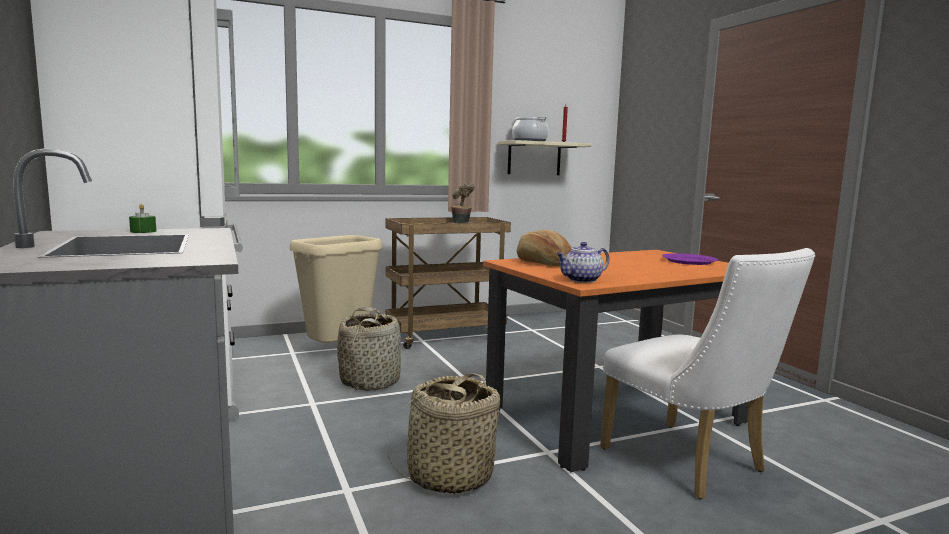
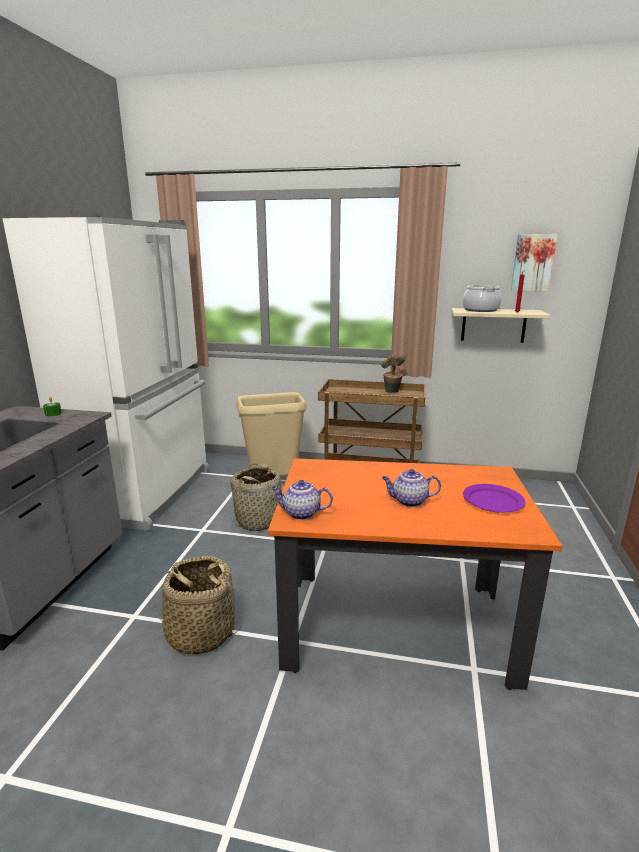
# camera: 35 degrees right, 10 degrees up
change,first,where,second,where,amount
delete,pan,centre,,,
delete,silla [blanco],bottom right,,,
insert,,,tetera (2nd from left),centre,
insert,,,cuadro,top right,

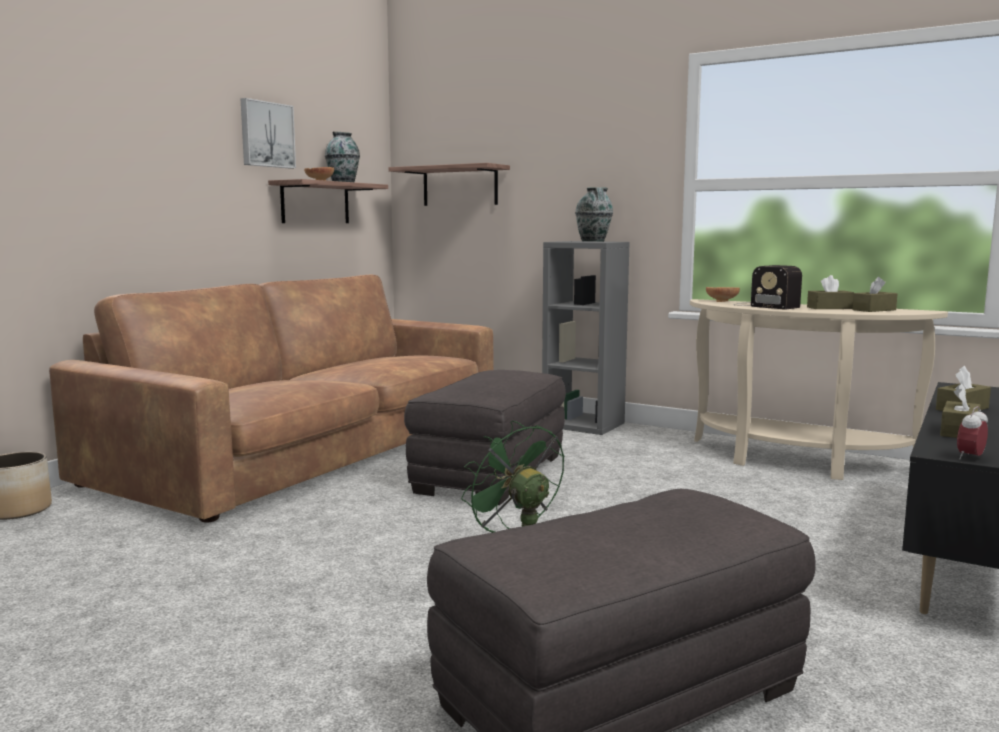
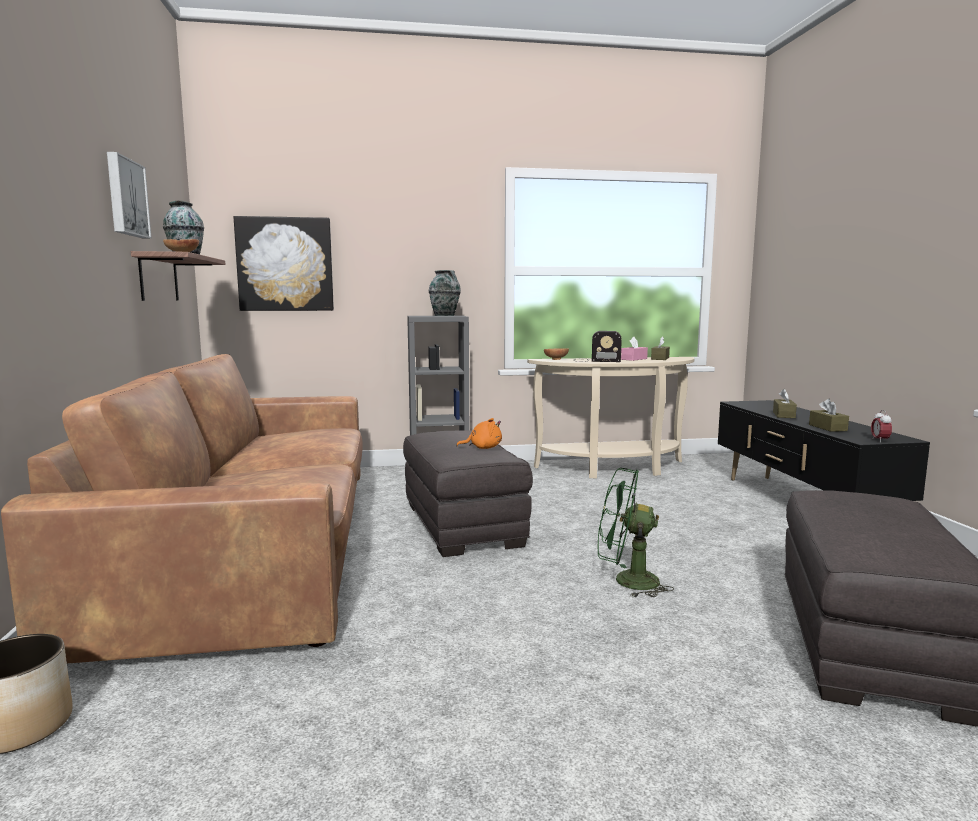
# camera: 40 degrees left, 0 degrees up
change,first,where,second,where,amount
insert,,,peluche [naranja],centre,
replace,estante (2nd from left),top centre,cuadro (2nd from left),top left,
recolor,caja de pañuelos [marrón] (1st from left),middle right,caja de pañuelos [rosa],centre,

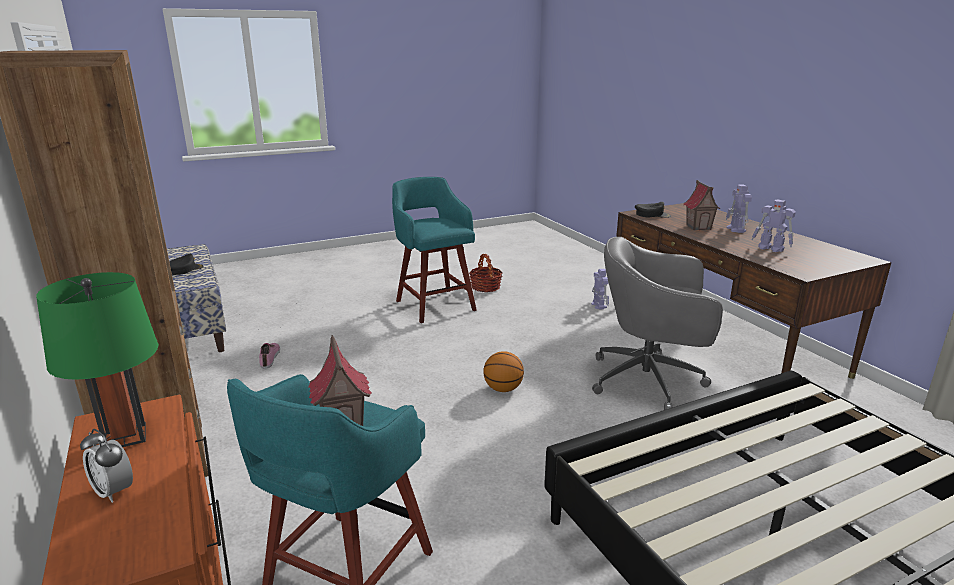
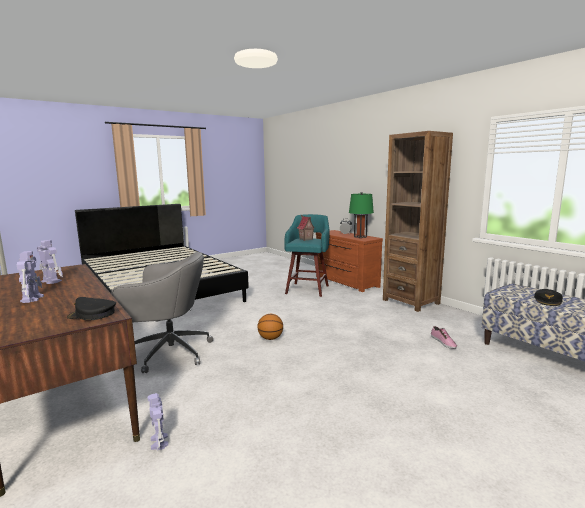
# camera: 170 degrees right, 10 degrees down
change,first,where,second,where,amount
delete,taburete [turquesa] (2nd from left),centre,,,
delete,cesta,centre,,,
delete,casita (2nd from left),middle right,,,

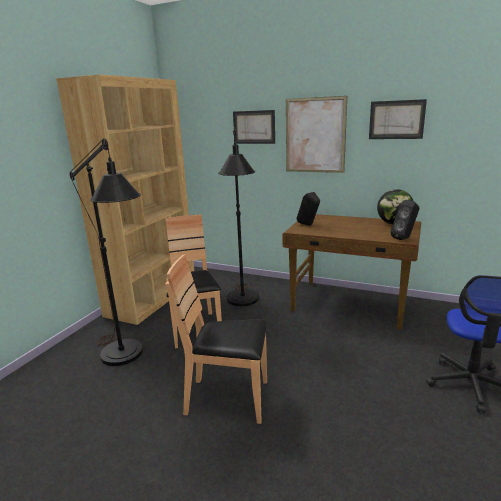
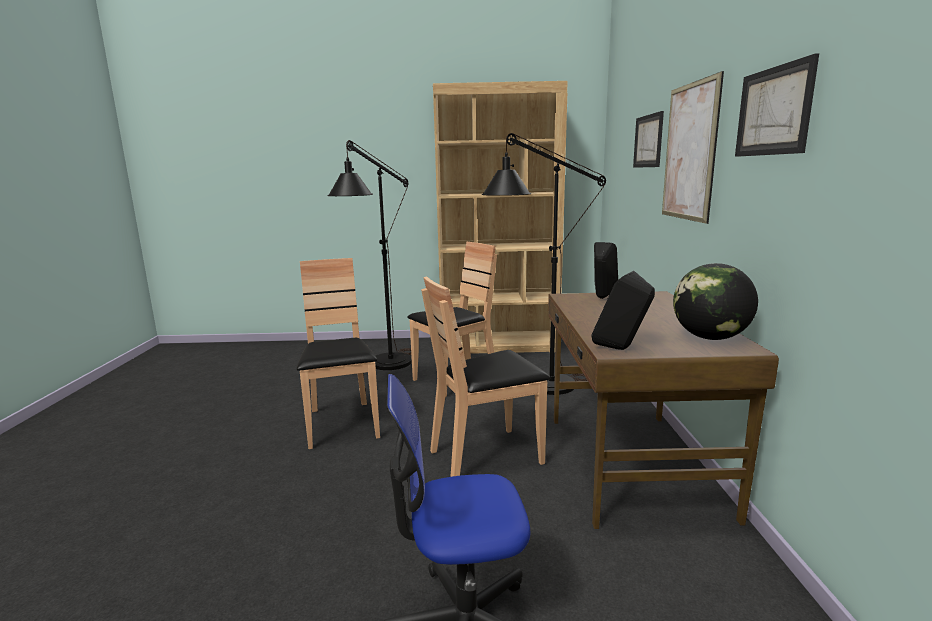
# camera: 65 degrees right, 5 degrees down
change,first,where,second,where,amount
insert,,,silla [marrón] (3rd from left),centre,

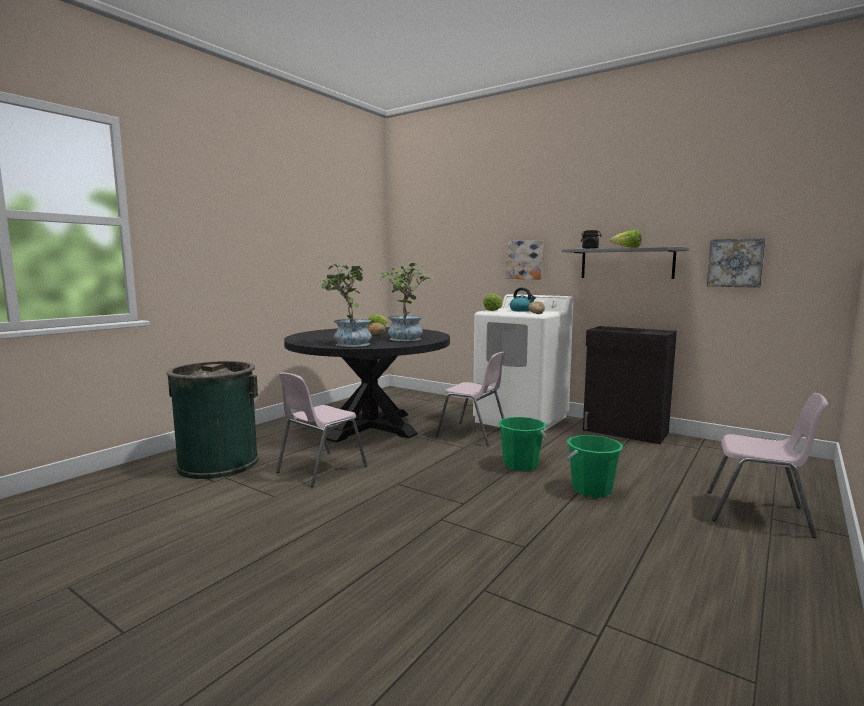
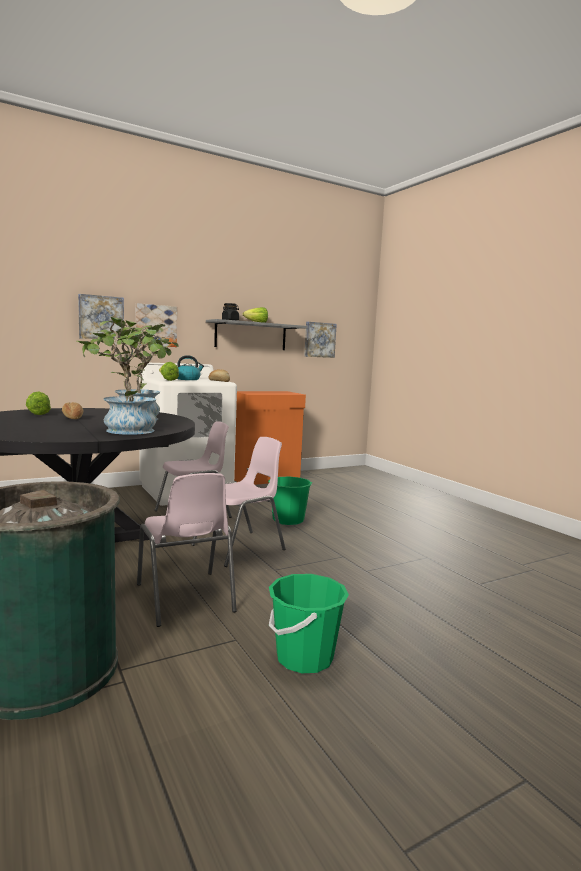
# camera: 65 degrees left, 0 degrees up
change,first,where,second,where,amount
insert,,,cuadro (1st from left),middle left,
move,cubo [verde] (2nd from left),middle right,,bottom centre,
move,silla [rosa] (3rd from left),middle right,,centre,
recolor,armario [negro],middle right,armario [naranja],centre,

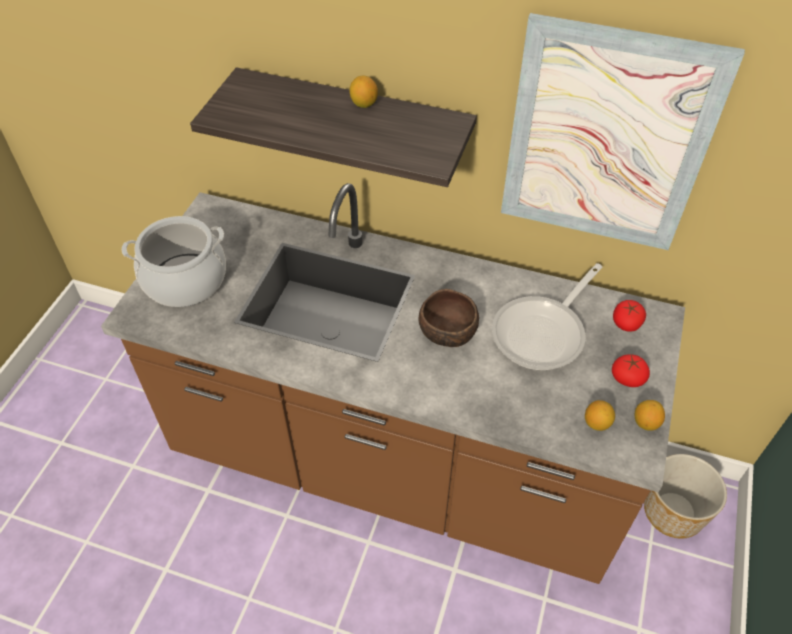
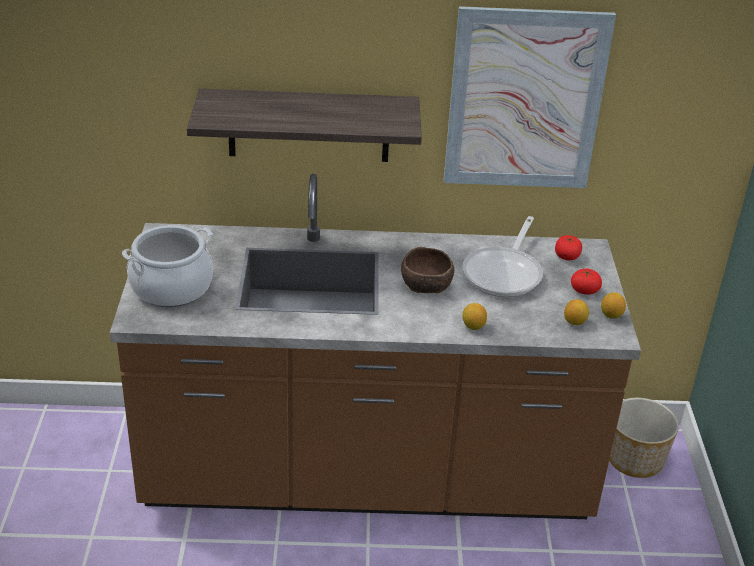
# camera: 20 degrees left, 15 degrees down
change,first,where,second,where,amount
move,limón (1st from left),top centre,,centre,

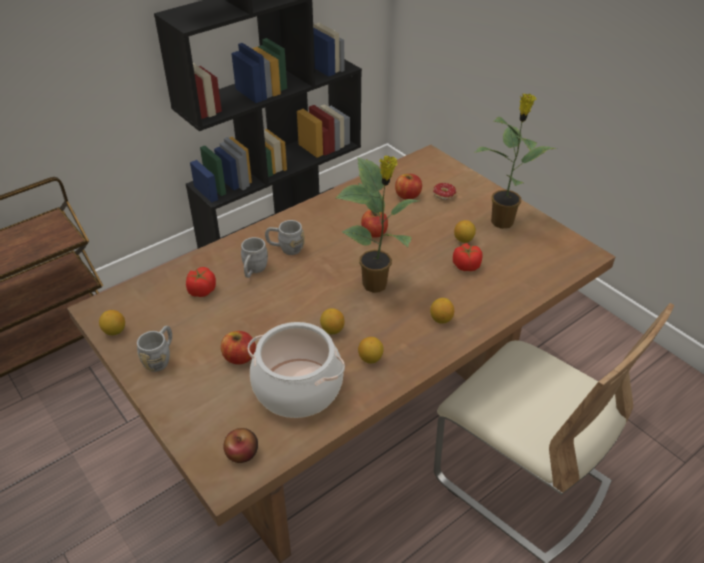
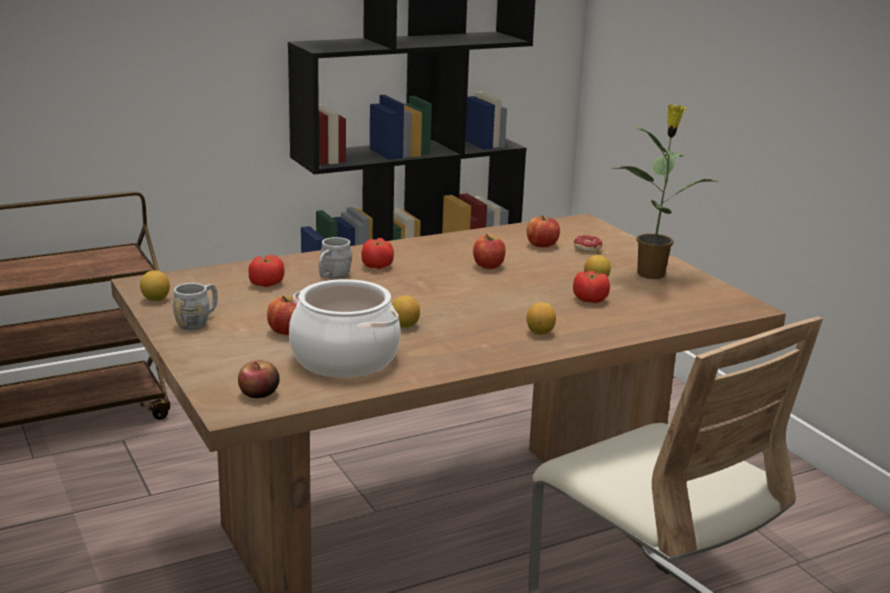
# camera: 10 degrees right, 20 degrees down
change,first,where,second,where,amount
delete,planta en maceta (1st from left),centre,,,
delete,limón (3rd from left),centre,,,
replace,taza grande [gris] (3rd from left),centre,tomate (2nd from left),centre,

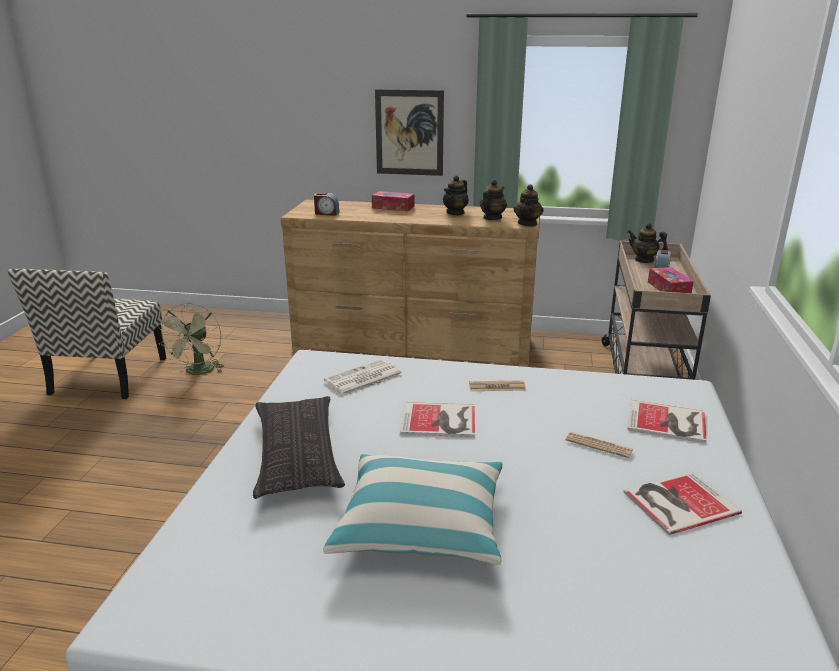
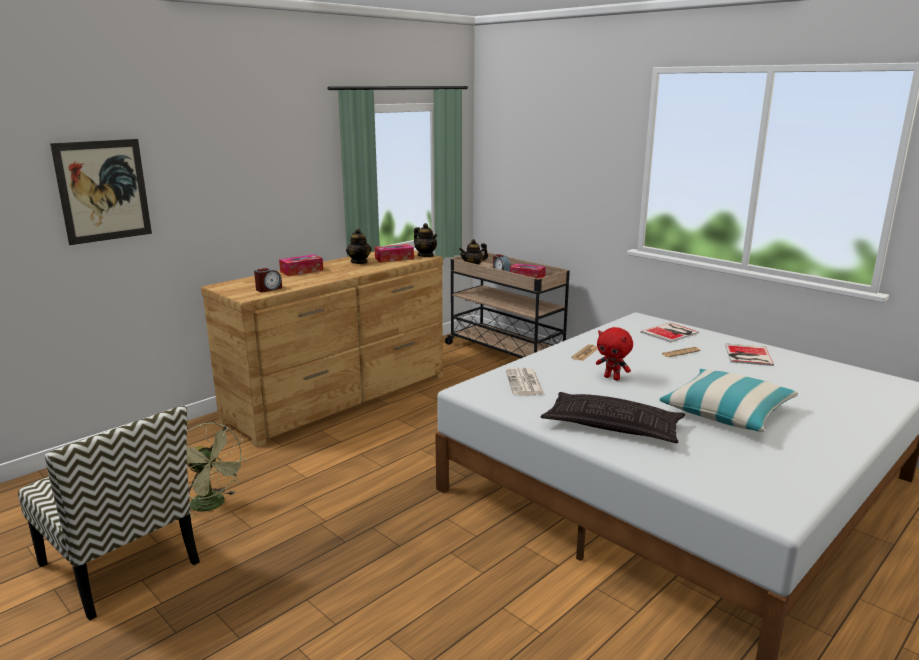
# camera: 55 degrees left, 5 degrees down
change,first,where,second,where,amount
move,cuadro,top centre,,top left,
replace,libro (1st from left),centre,peluche [rojo],middle right,
replace,tetera (2nd from left),top centre,caja de pañuelos (2nd from left),centre,

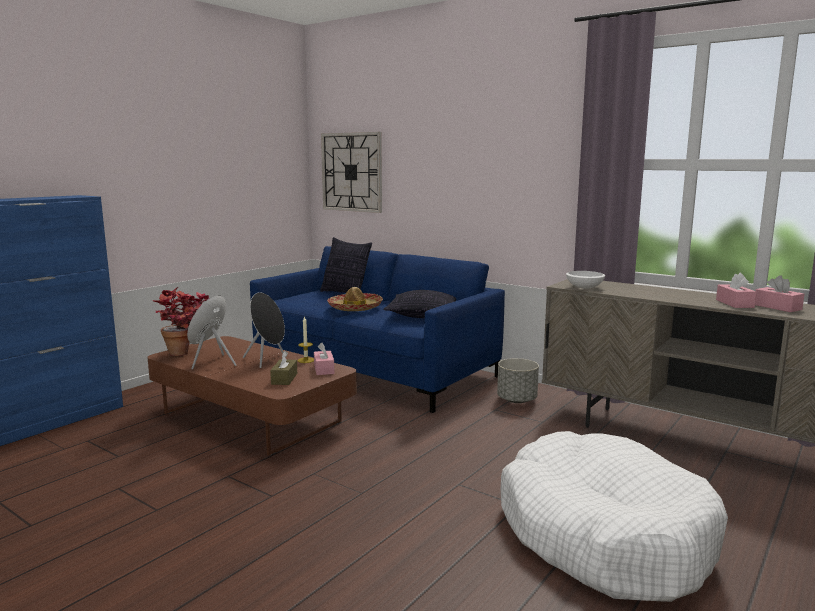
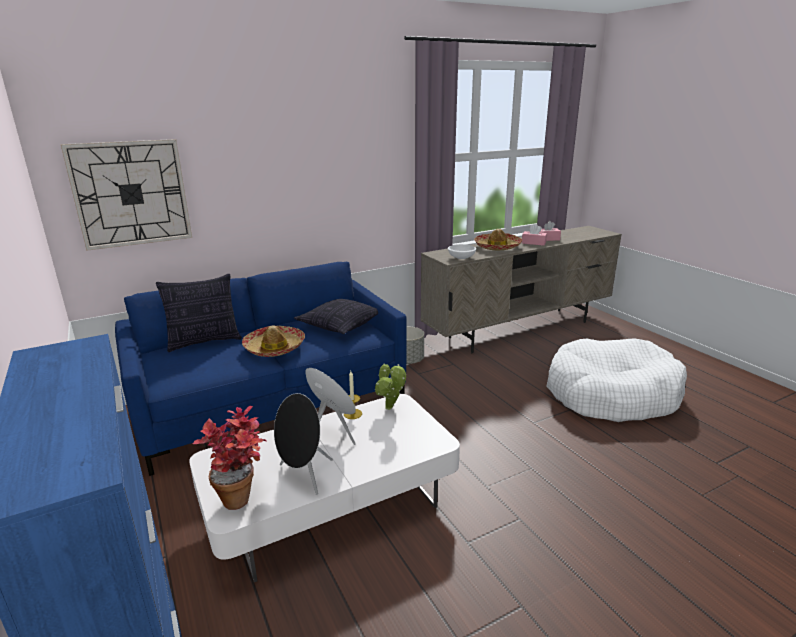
# camera: 65 degrees left, 10 degrees up
change,first,where,second,where,amount
delete,caja de pañuelos [marrón],centre,,,
insert,,,sombrero (2nd from left),centre,
replace,caja de pañuelos [rosa] (1st from left),centre,planta en maceta (2nd from left),centre,
recolor,mesa de centro [marrón],middle left,mesa de centro [blanco],bottom centre,

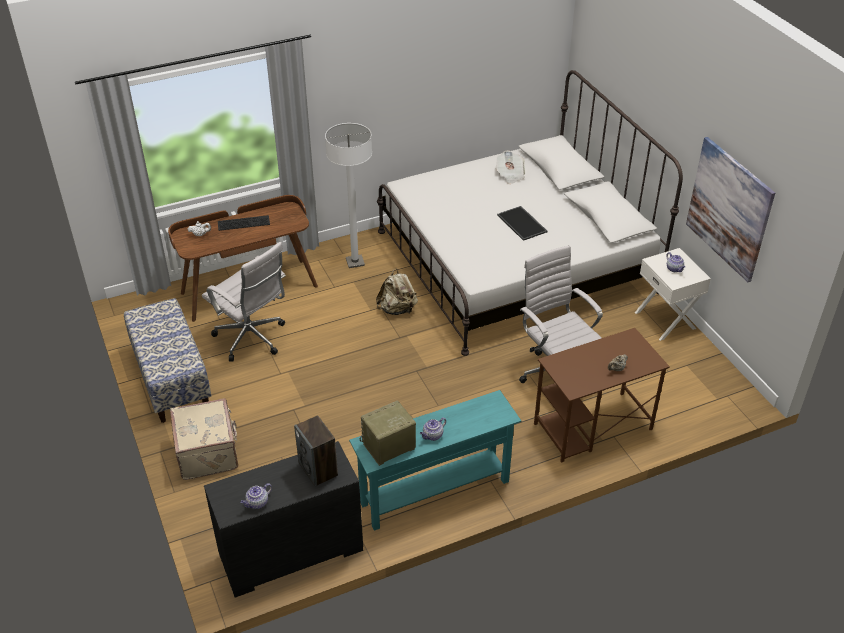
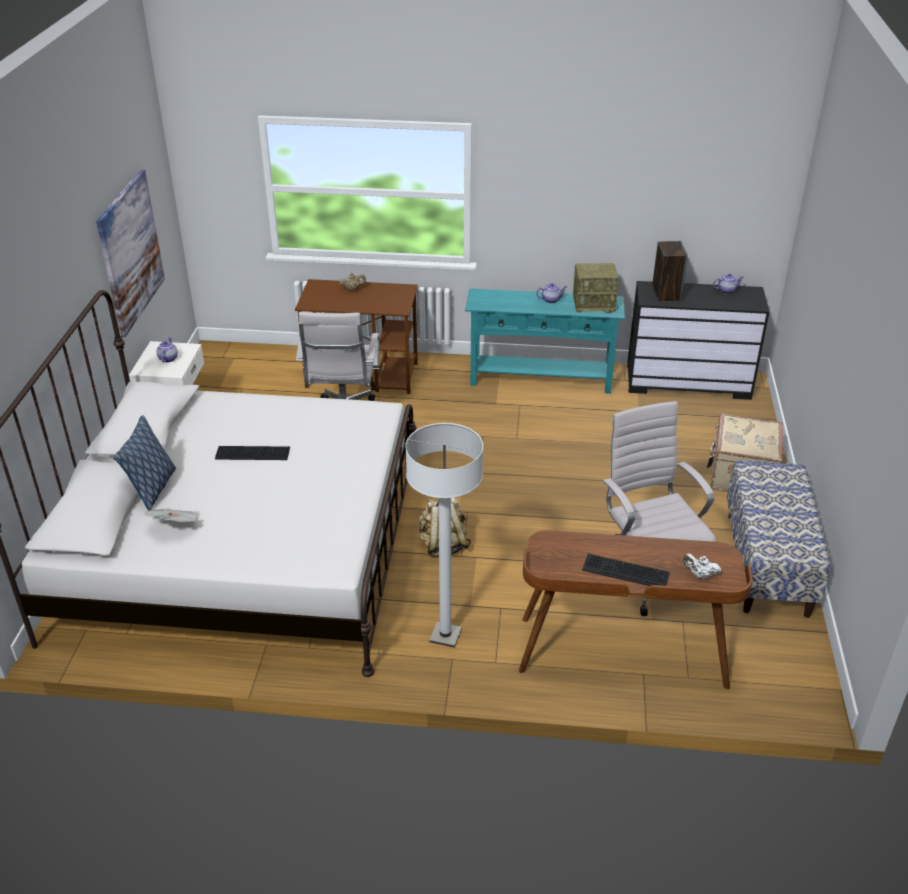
# camera: 150 degrees left, 5 degrees down
change,first,where,second,where,amount
insert,,,cojín,middle left,
replace,bandeja,centre,teclado (1st from left),middle left,

